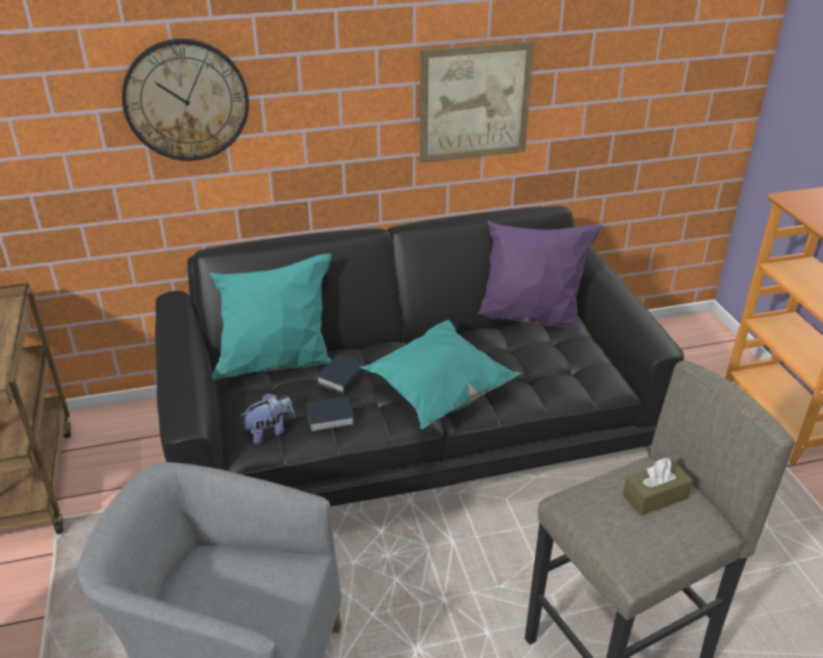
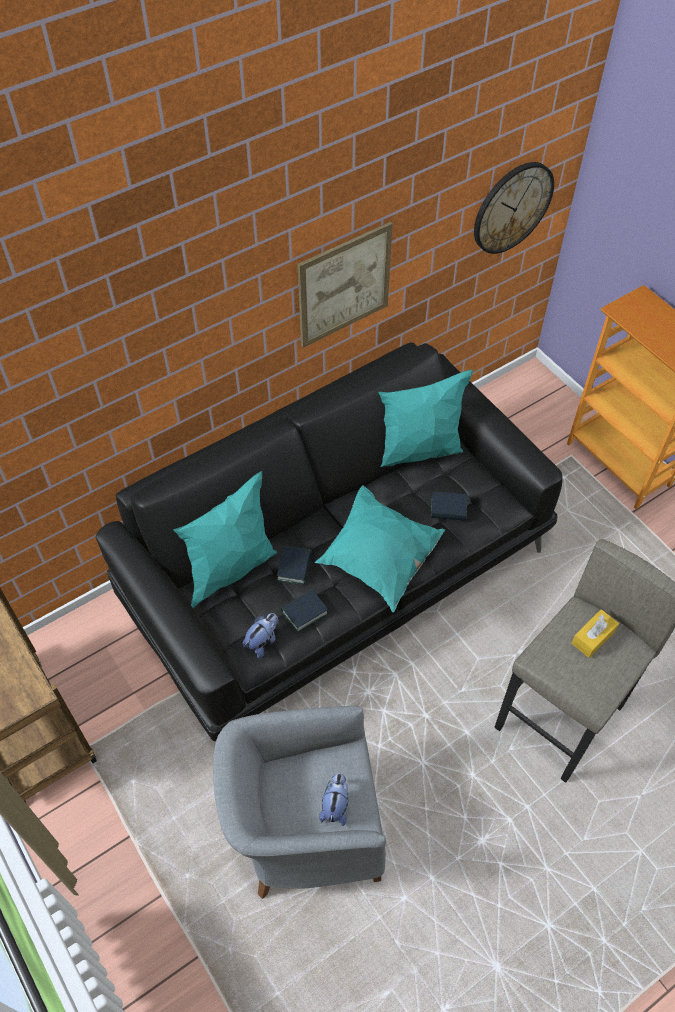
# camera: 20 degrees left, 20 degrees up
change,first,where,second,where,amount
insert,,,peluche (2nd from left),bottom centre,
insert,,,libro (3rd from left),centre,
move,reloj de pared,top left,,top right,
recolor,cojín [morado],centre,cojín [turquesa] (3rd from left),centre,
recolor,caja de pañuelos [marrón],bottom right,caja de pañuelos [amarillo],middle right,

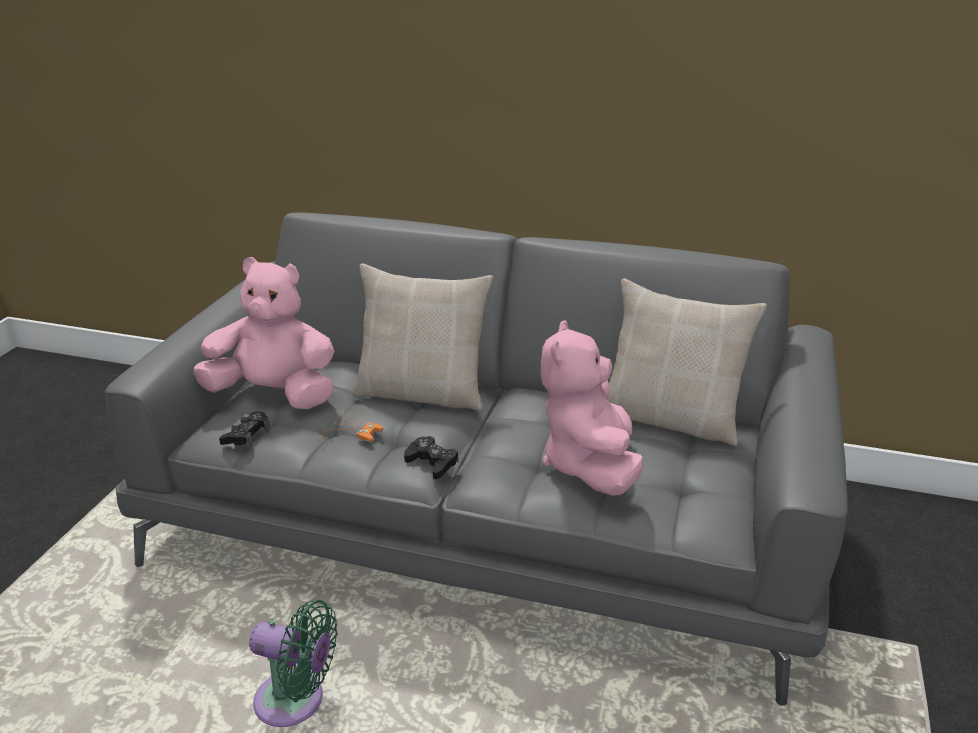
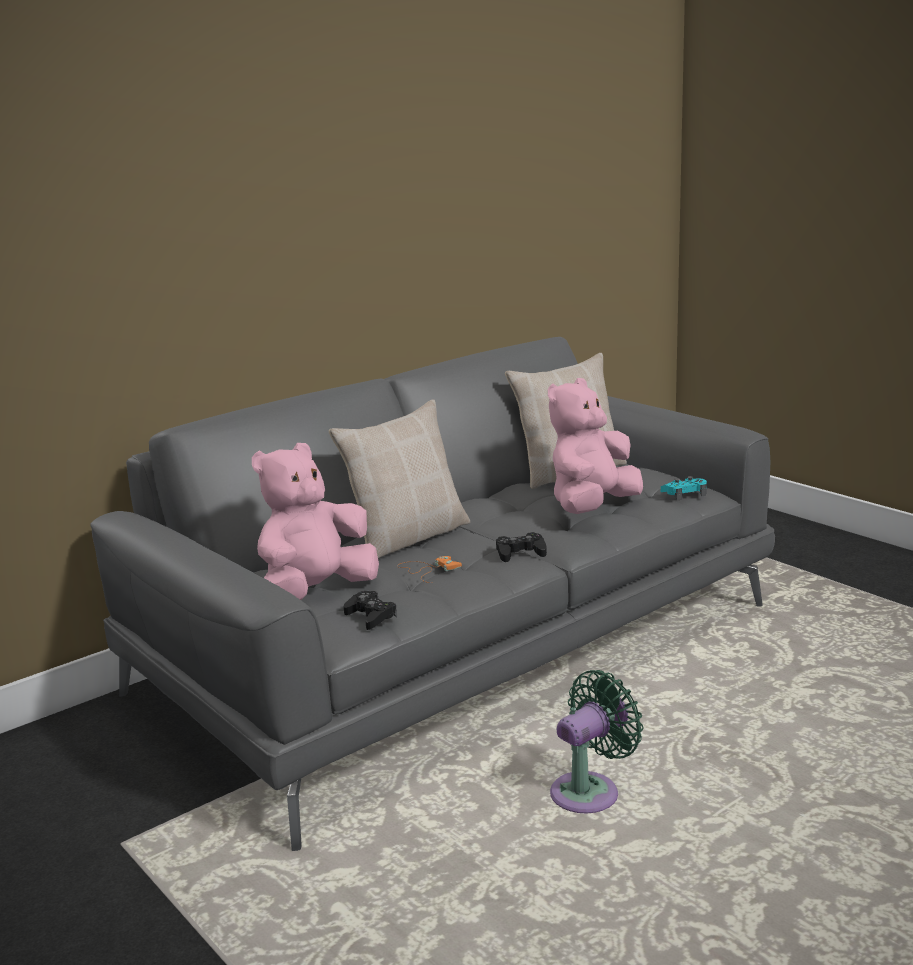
# camera: 55 degrees left, 10 degrees down
change,first,where,second,where,amount
insert,,,mando de consola [turquesa],middle right,
rotate,peluche [rosa] (2nd from left),centre,,centre,90 degrees clockwise

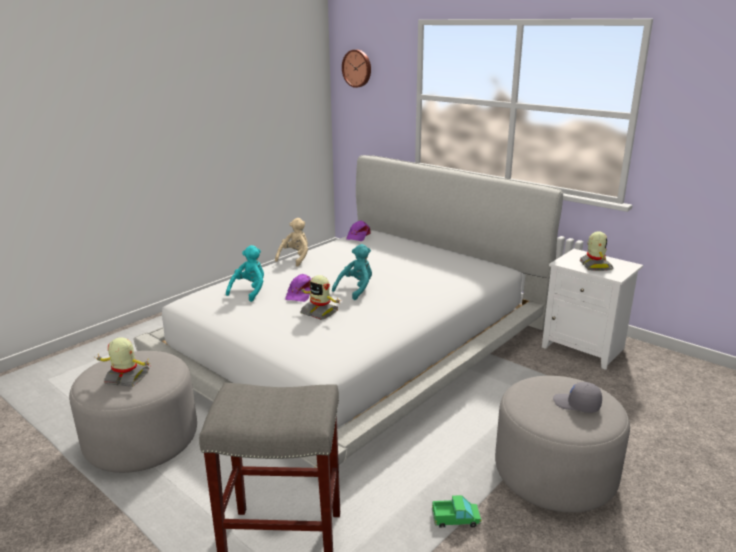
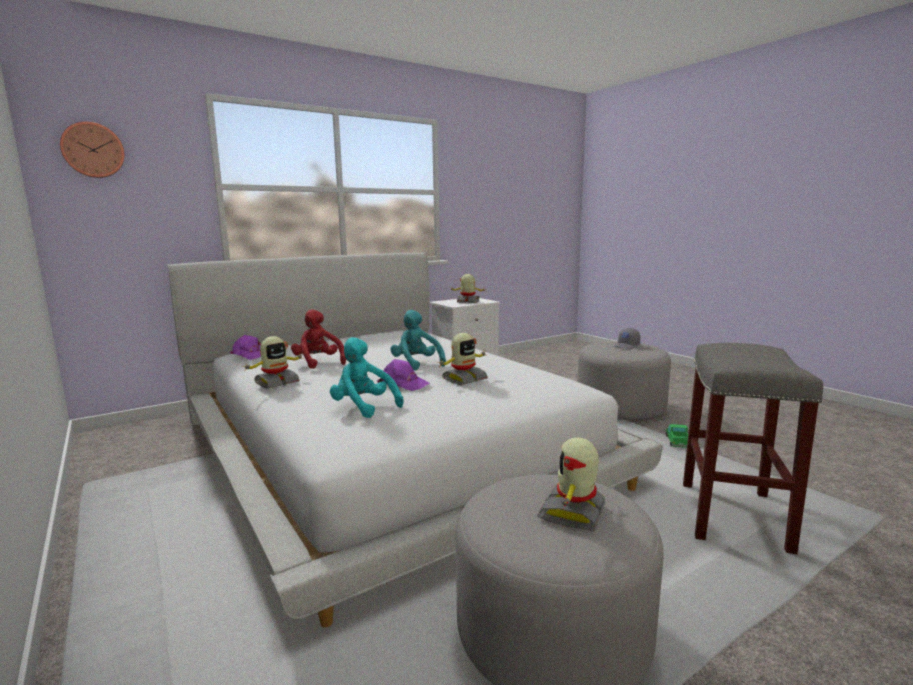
# camera: 75 degrees left, 10 degrees down
change,first,where,second,where,amount
insert,,,peluche [rojo],centre,
replace,peluche [beis],centre,robot de juguete (1st from left),middle left,

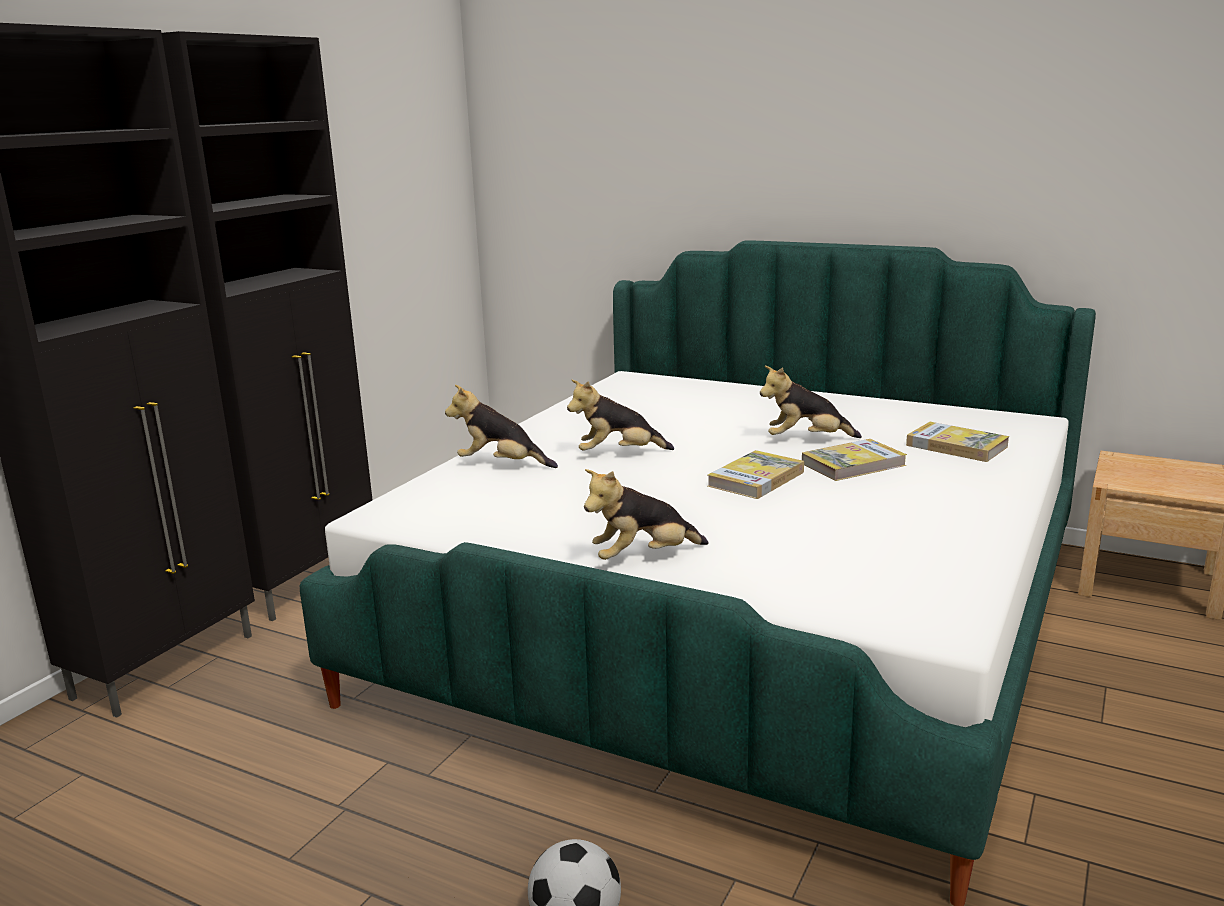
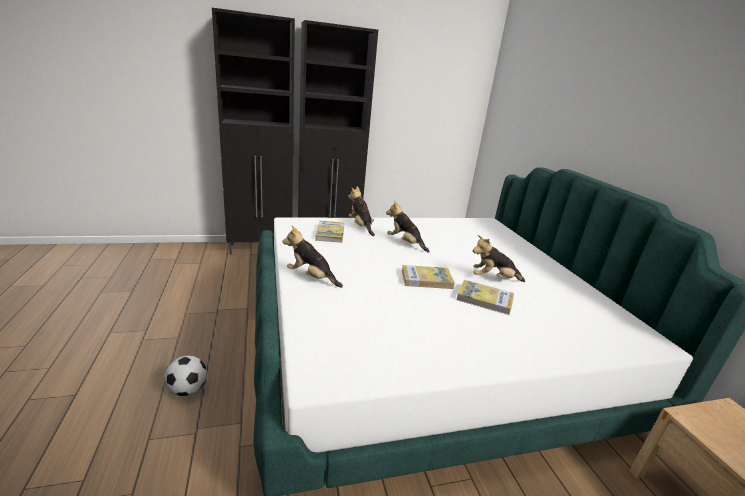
# camera: 45 degrees right, 5 degrees up
change,first,where,second,where,amount
move,libro (3rd from left in the first image),middle right,libro (1st from left),centre,
rotate,peluche (4th from left),centre,,middle right,45 degrees counterclockwise

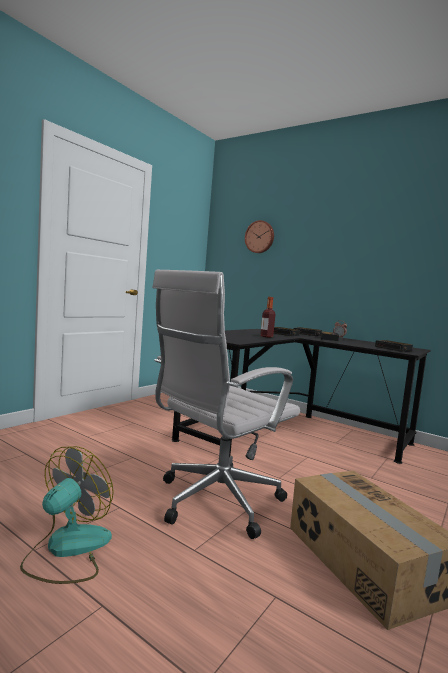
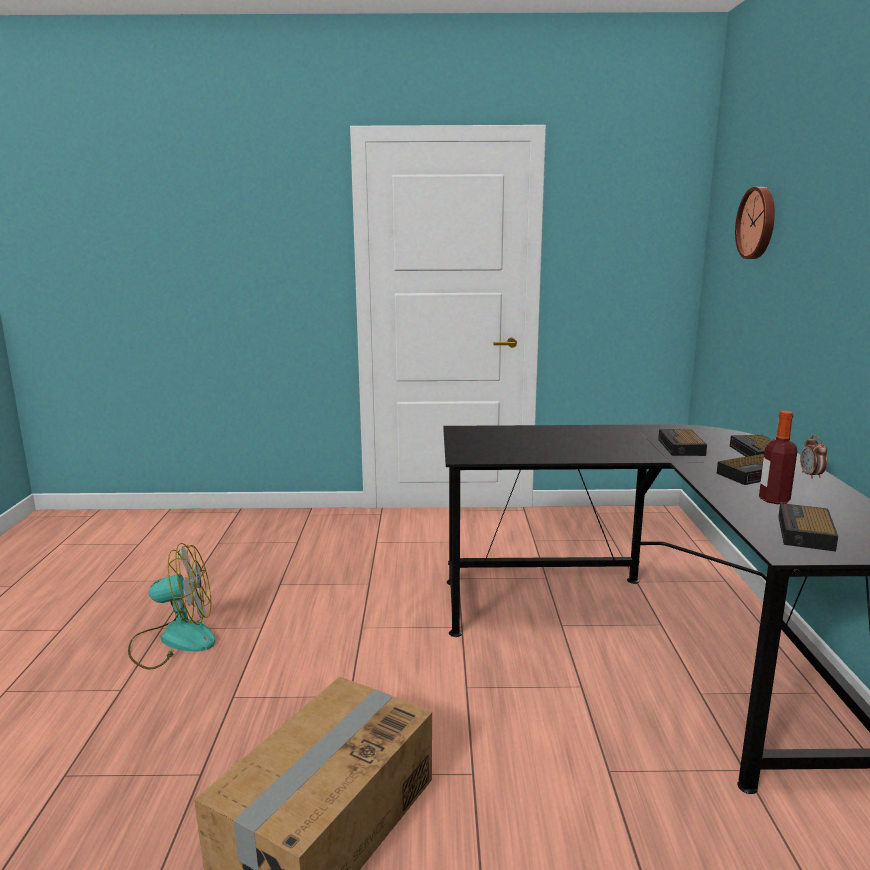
# camera: 55 degrees right, 10 degrees up
change,first,where,second,where,amount
delete,silla de oficina [blanco],centre,,,
move,botella,centre,,middle right,

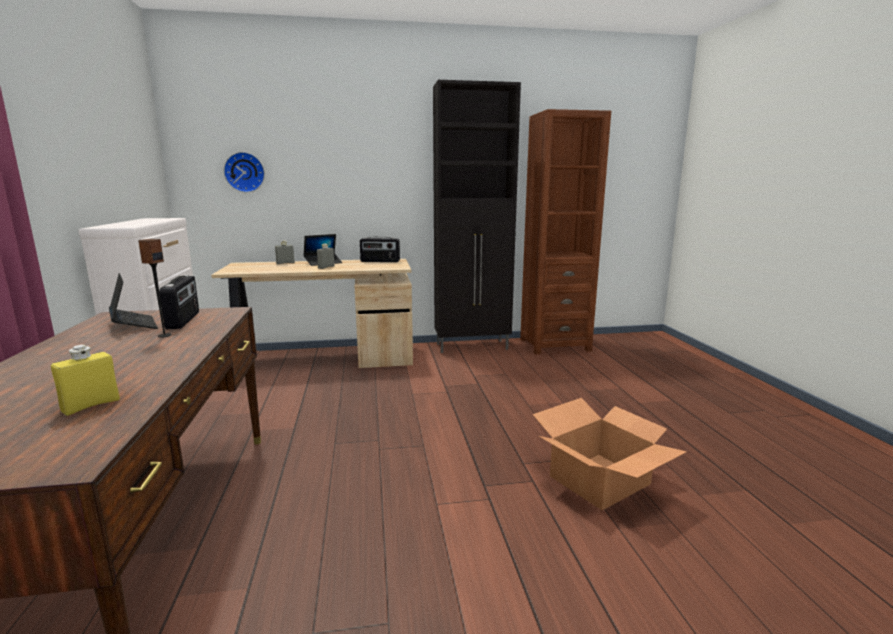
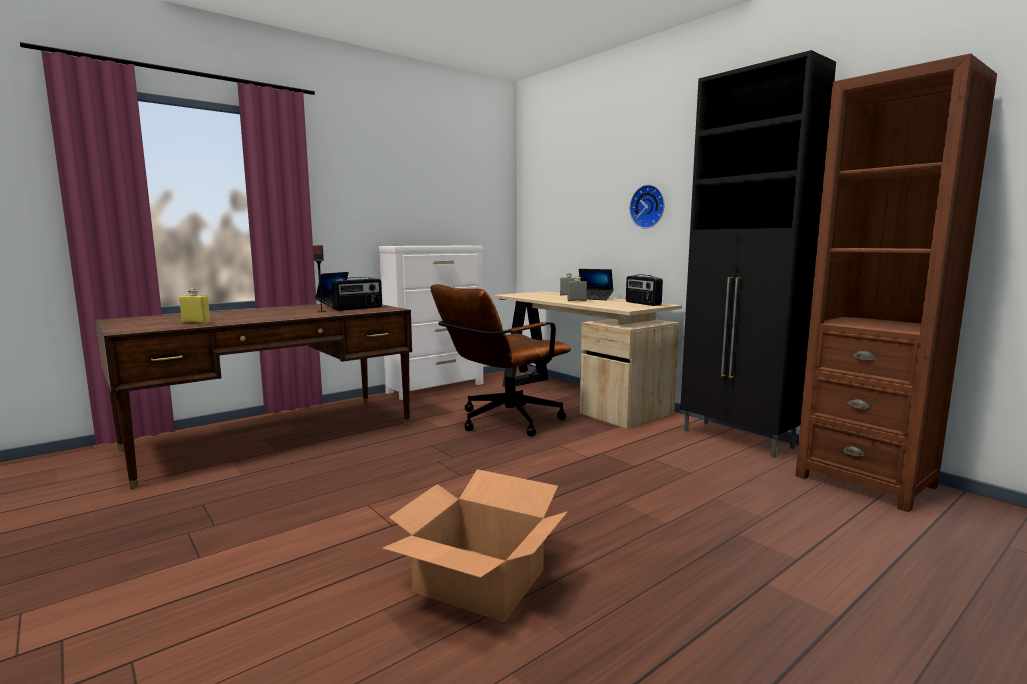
# camera: 60 degrees right, 5 degrees down
change,first,where,second,where,amount
insert,,,silla de oficina [marrón],centre,
move,reloj de pared,top left,,top centre,

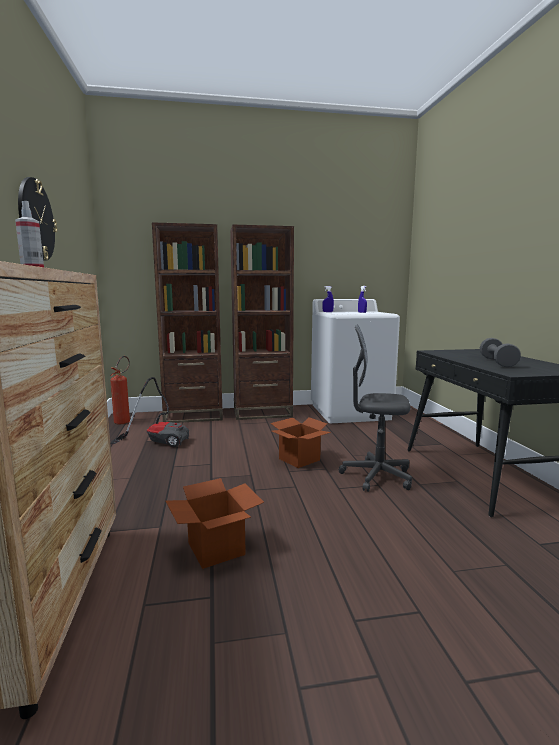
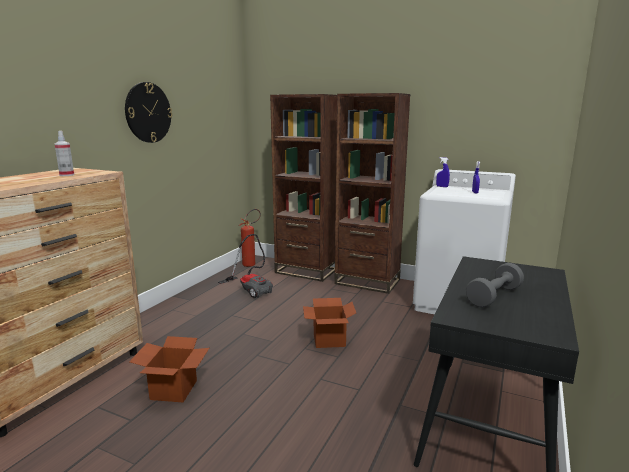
# camera: 35 degrees right, 5 degrees up
change,first,where,second,where,amount
delete,silla de oficina [gris],middle right,,,

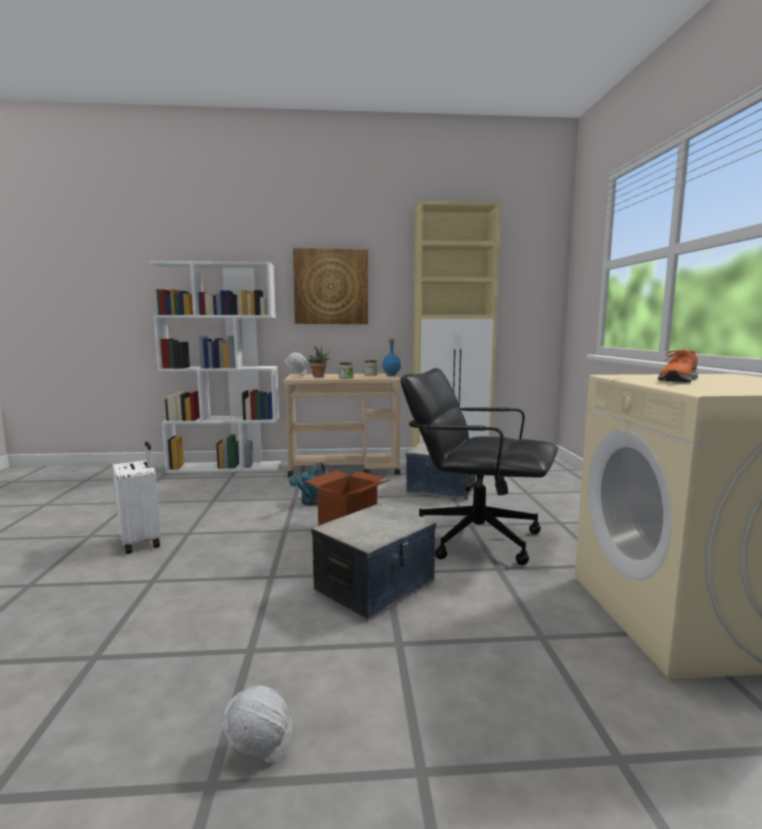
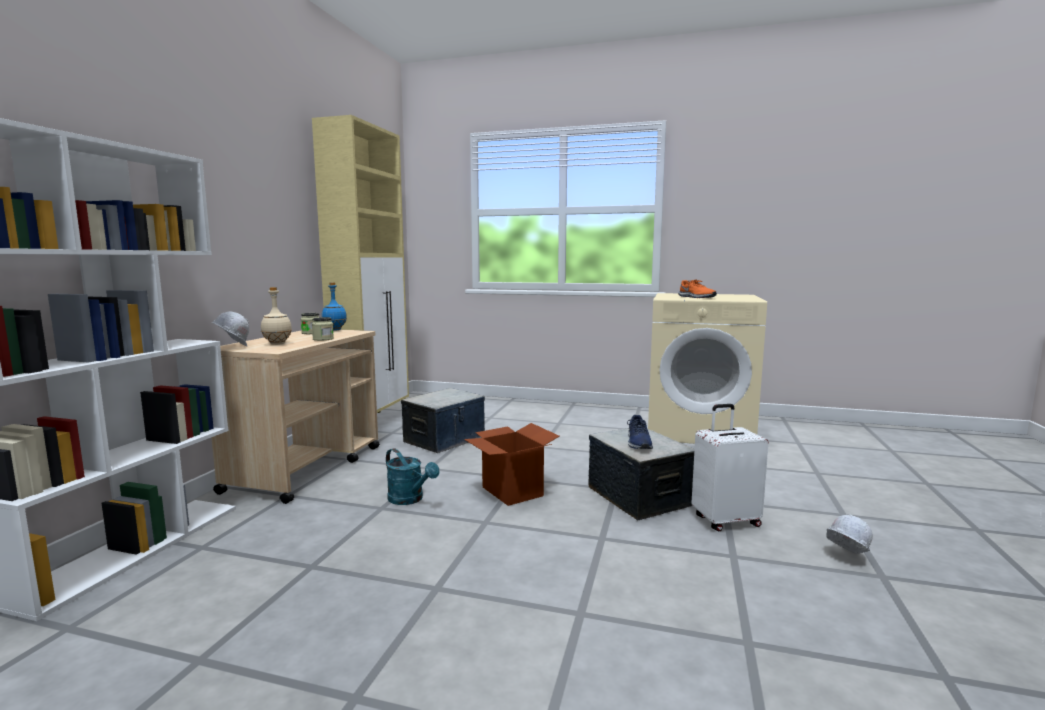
# camera: 70 degrees left, 0 degrees up
change,first,where,second,where,amount
delete,cuadro,centre,,,
delete,silla de oficina [negro],centre,,,
insert,,,zapato [azul],centre,
move,maleta [blanco],middle left,,middle right,
replace,planta en maceta,centre,botella [beis],middle left,

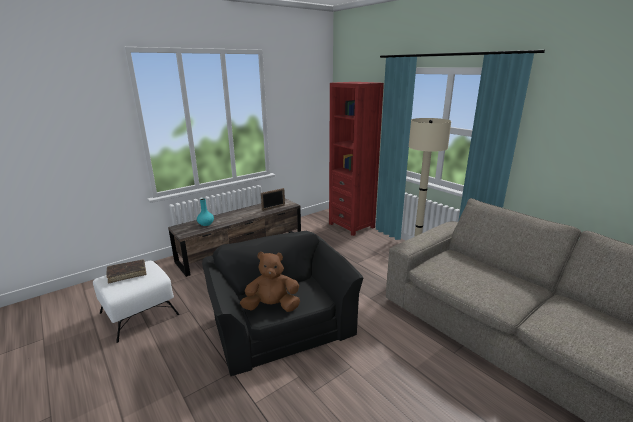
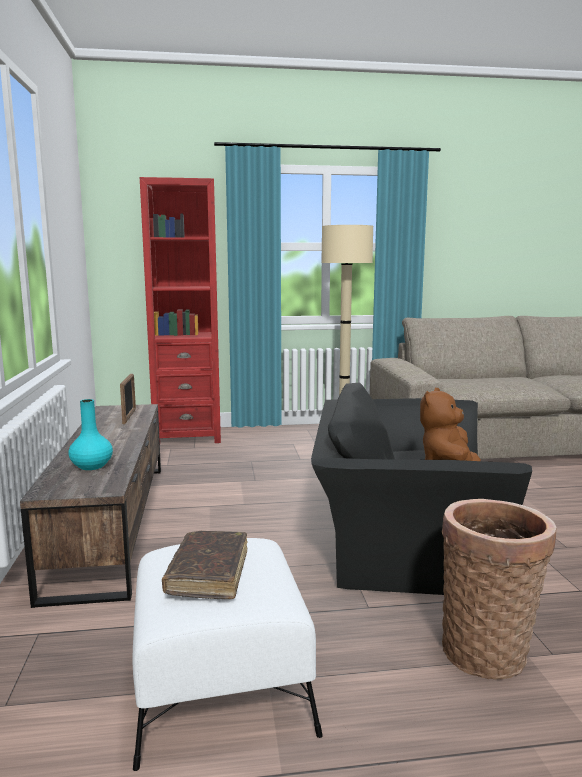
# camera: 60 degrees left, 10 degrees down
change,first,where,second,where,amount
insert,,,cesta,bottom right,

